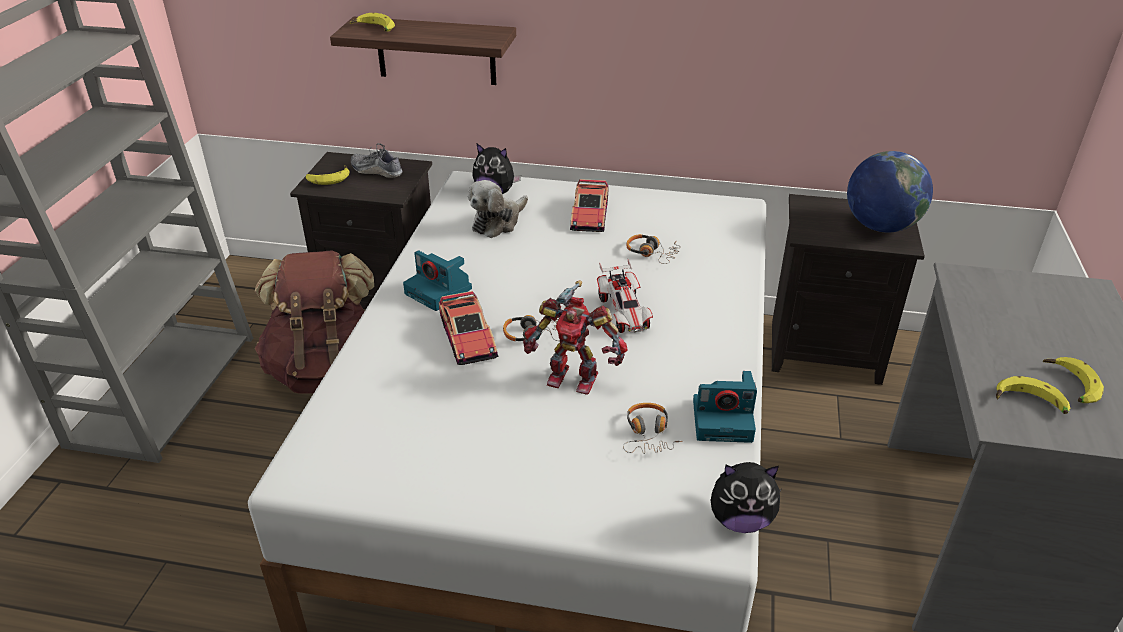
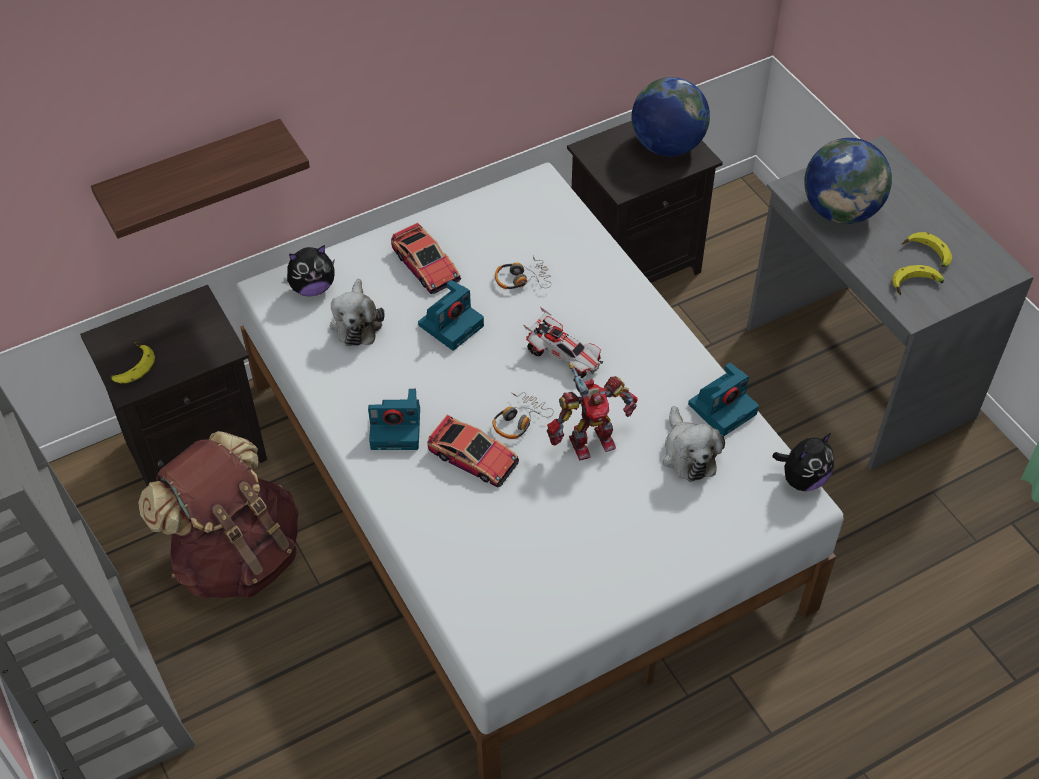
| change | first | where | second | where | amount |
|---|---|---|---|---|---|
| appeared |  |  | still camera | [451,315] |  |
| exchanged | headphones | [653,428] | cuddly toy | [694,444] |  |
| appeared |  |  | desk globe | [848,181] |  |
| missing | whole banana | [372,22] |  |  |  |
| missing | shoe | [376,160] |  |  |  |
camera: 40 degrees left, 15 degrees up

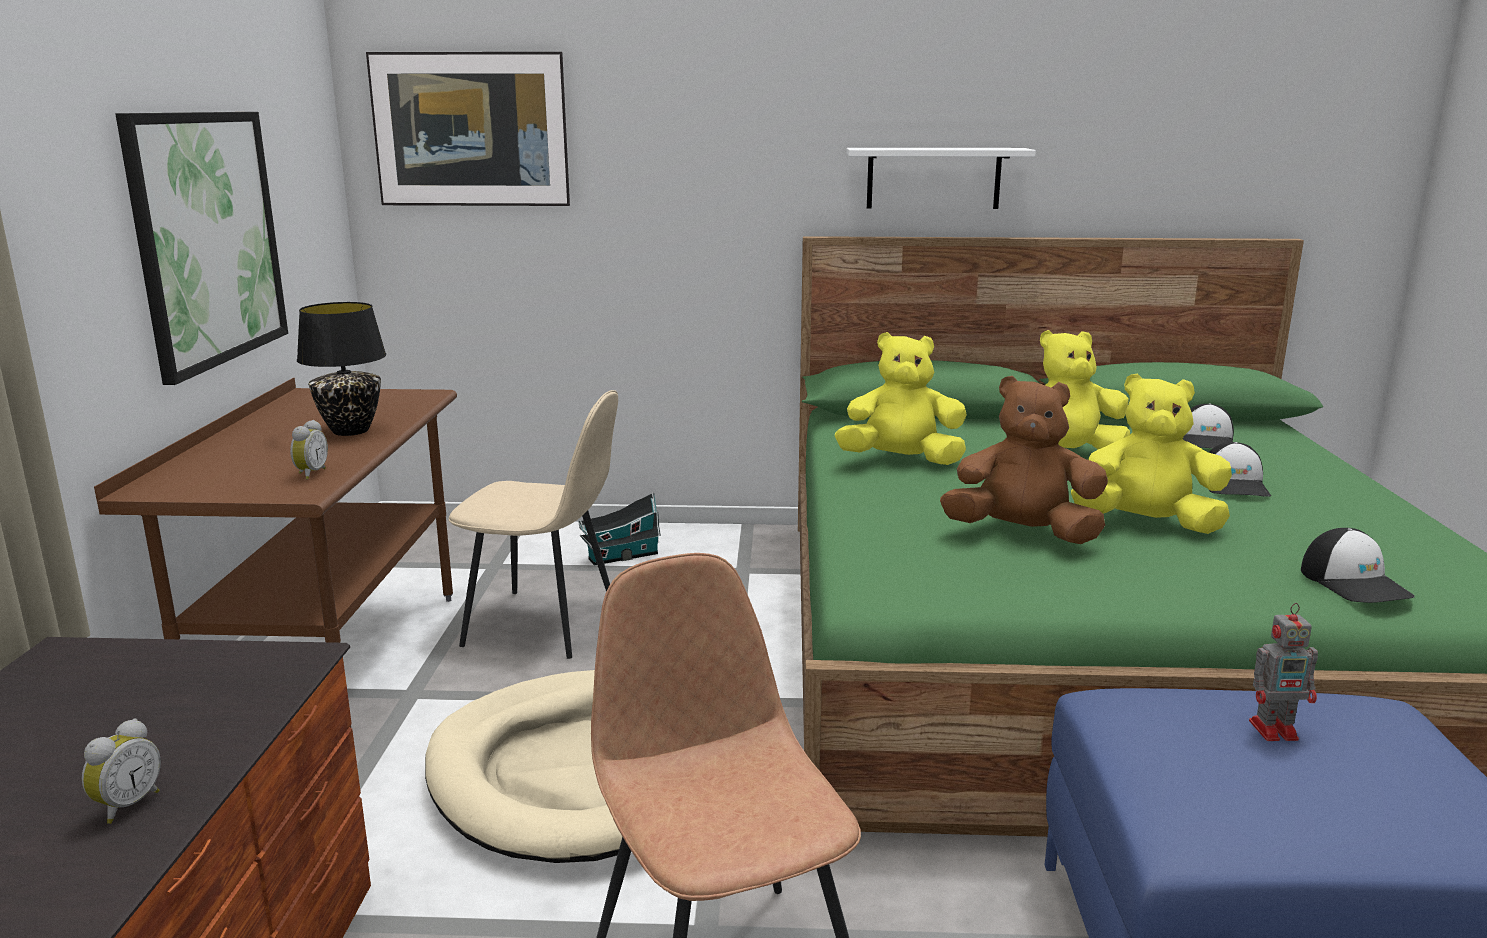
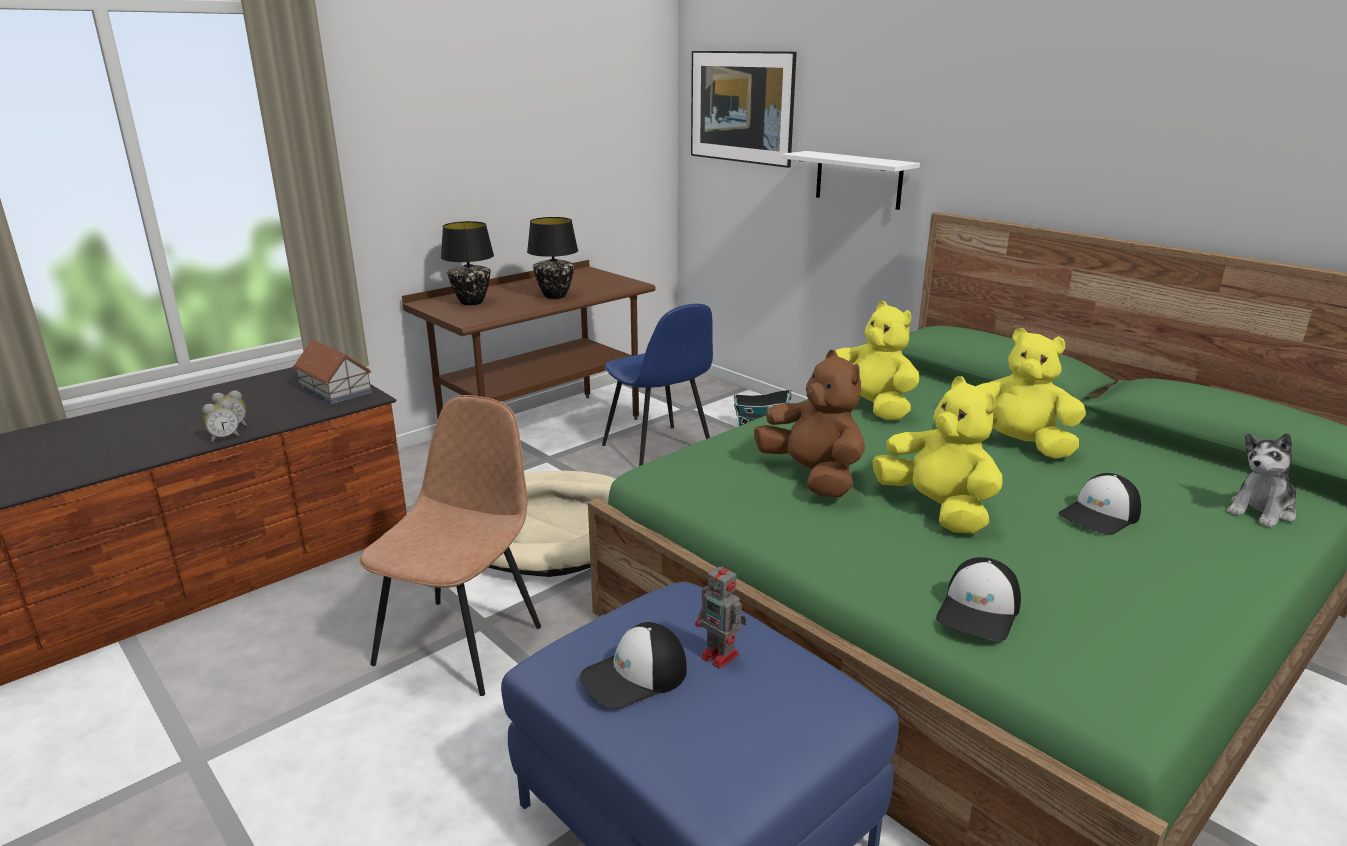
| change | first | where | second | where | amount |
|---|---|---|---|---|---|
| relocated | bedside clock | [309,449] |  | [221,421] |  |
| appeared |  |  | model house | [332,372] |  |
| appeared |  |  | table lamp (blackish) | [467,263] |  |
| relocated | baseball cap | [1208,426] |  | [633,665] |  |
| colour | plain chair (beige) | [533,524] | plain chair (blue-coloured) | [657,385] |  |
| relocated | wall shelf (white) | [941,178] |  | [850,180] |  |
| appeared |  |  | cuddly toy | [1261,480] |  |
| missing | wall art | [202,248] |  |  |  |
camera: 45 degrees right, 5 degrees up

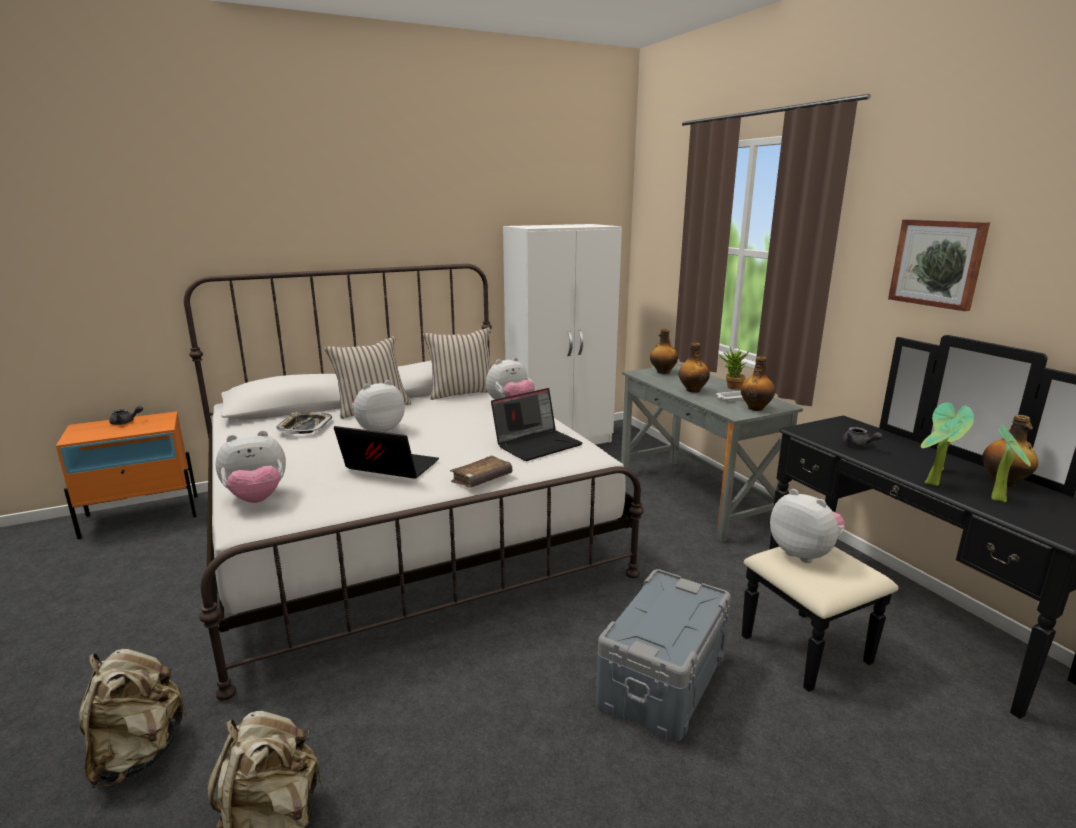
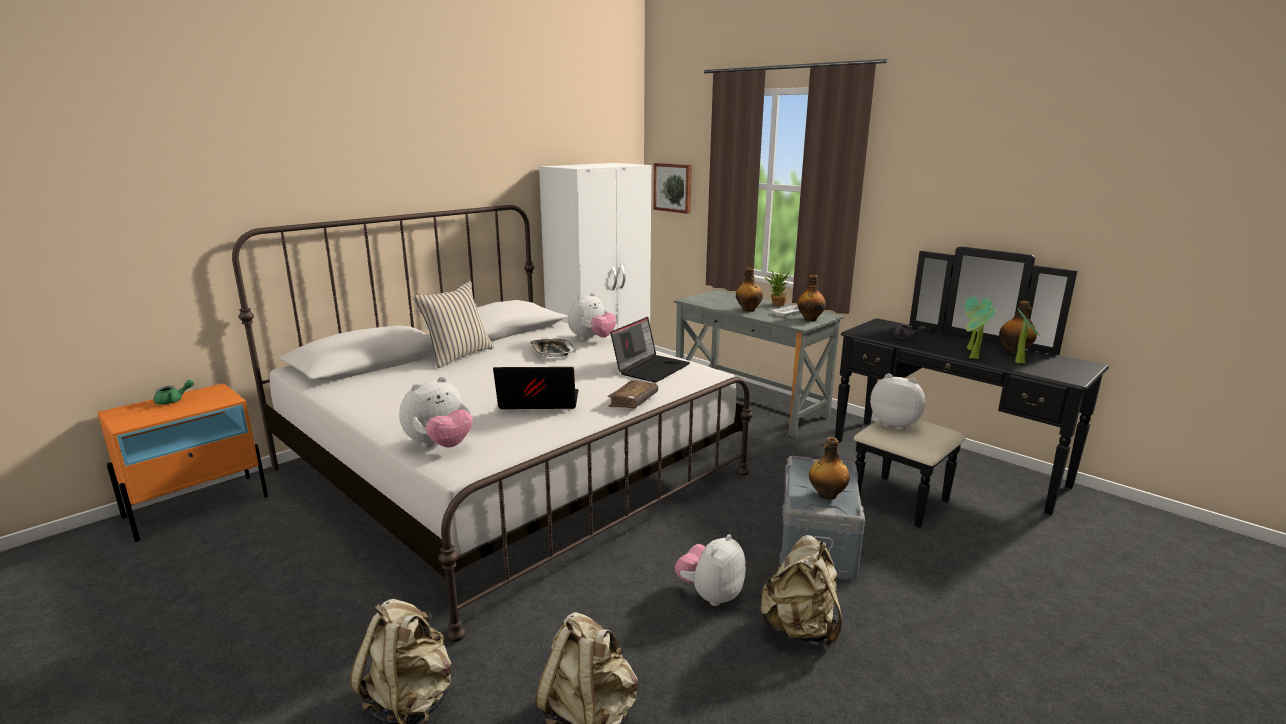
| change | first | where | second | where | amount |
|---|---|---|---|---|---|
| colour | pot for tea (grey) | [126,415] | pot for tea (green-coloured) | [174,392] |  |
| relocated | serving tray | [304,423] |  | [553,348] |  |
| relocated | wall art | [939,265] |  | [672,188] |  |
| relocated | cuddly toy | [378,406] |  | [710,570] |  |
| appeared |  |  | knapsack (beige) | [801,591] |  |
| relocated | bottle | [664,351] |  | [829,468] |  |
| missing | cushion (beige) | [457,364] |  |  |  |
camera: 20 degrees left, 0 degrees up

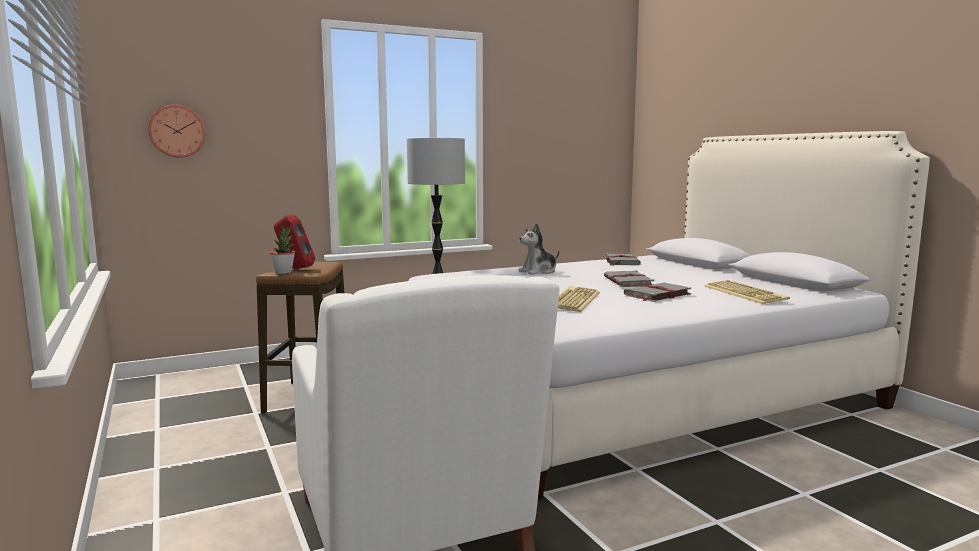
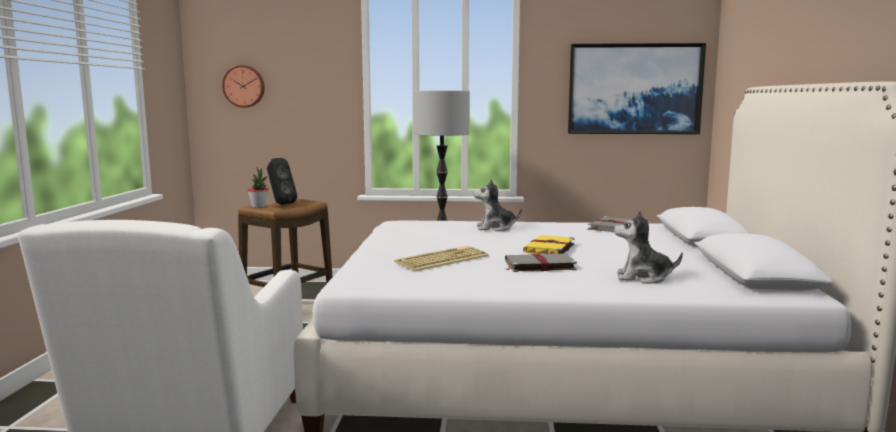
| change | first | where | second | where | amount |
|---|---|---|---|---|---|
| colour | audio speaker (reddish) | [294,241] | audio speaker (blackish) | [282,181] |  |
| colour | book (grey) | [629,279] | book (yellow) | [548,244] |  |
| appeared |  |  | wall art | [637,88] |  |
| exchanged | keyboard | [747,292] | cuddly toy | [648,247] |  |
camera: 30 degrees right, 0 degrees up

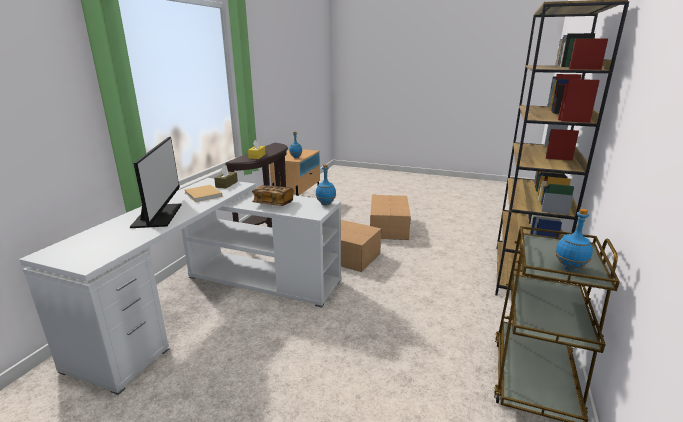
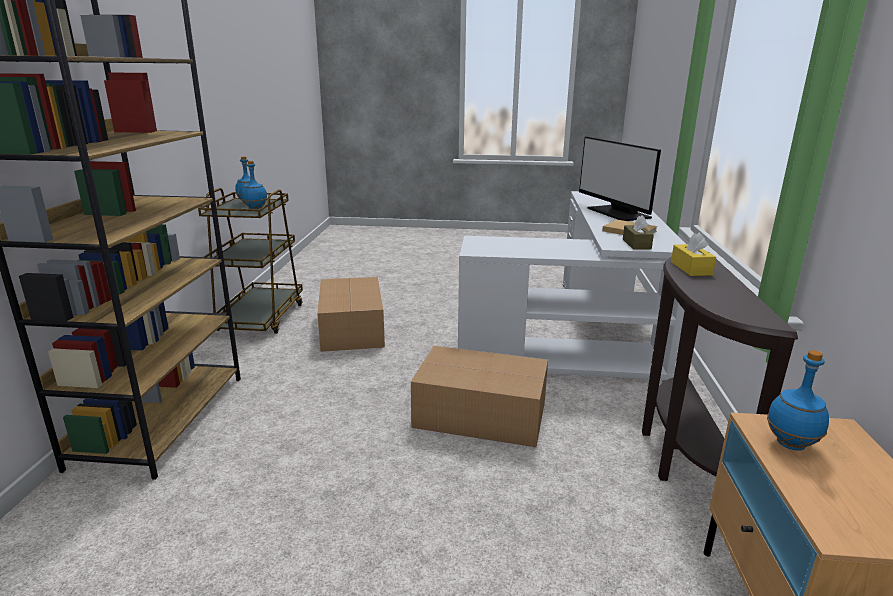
| change | first | where | second | where | amount |
|---|---|---|---|---|---|
| relocated | bottle (blue-coloured) | [326,185] |  | [255,185] |  |
| relocated | carton | [390,217] |  | [351,314] |  |
| missing | book | [273,195] |  |  |  |
camera: 165 degrees right, 0 degrees up

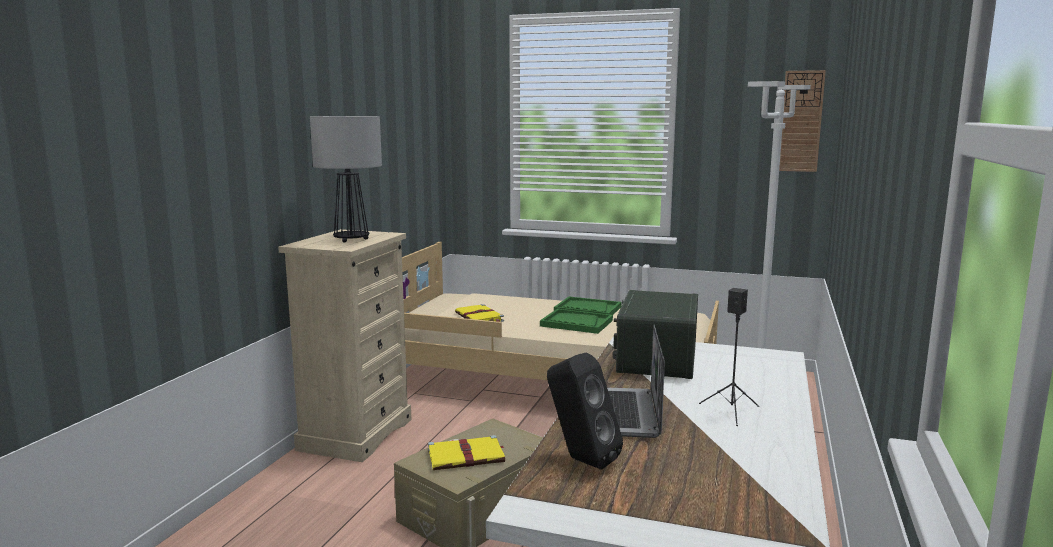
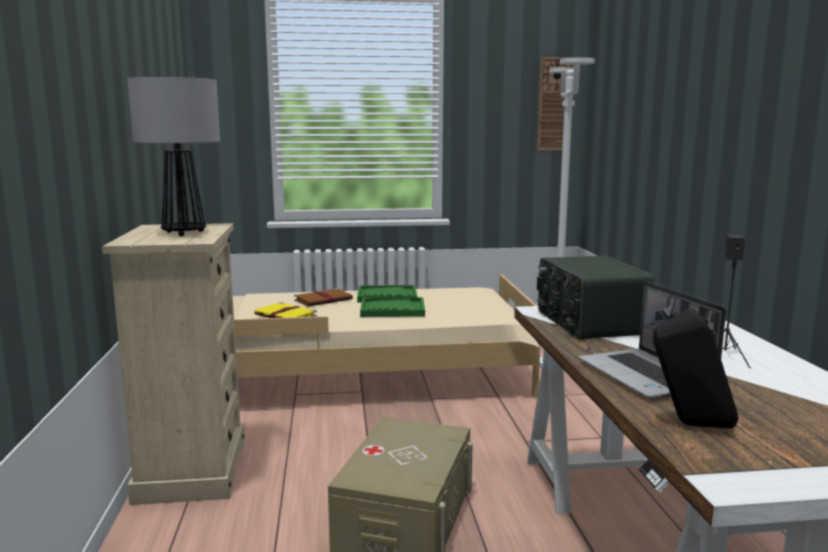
| change | first | where | second | where | amount |
|---|---|---|---|---|---|
| appeared |  |  | book (brown-coloured) | [323,297] |  |
| missing | book (yellow) | [466,452] |  |  |  |
camera: 25 degrees left, 0 degrees up

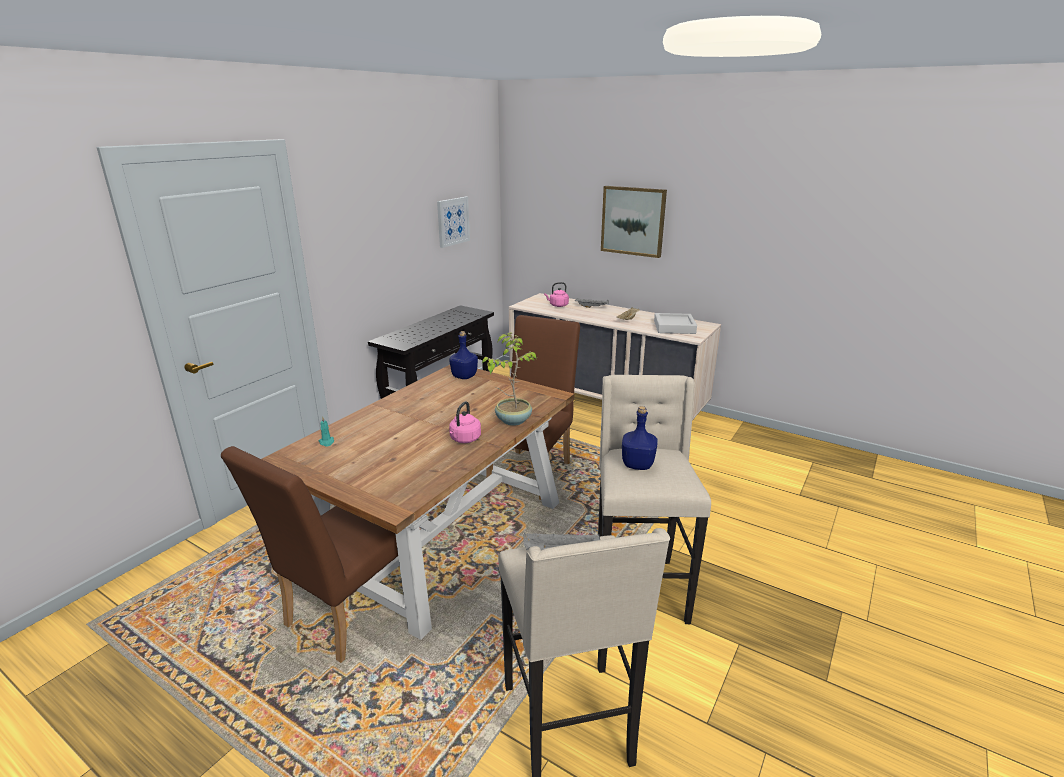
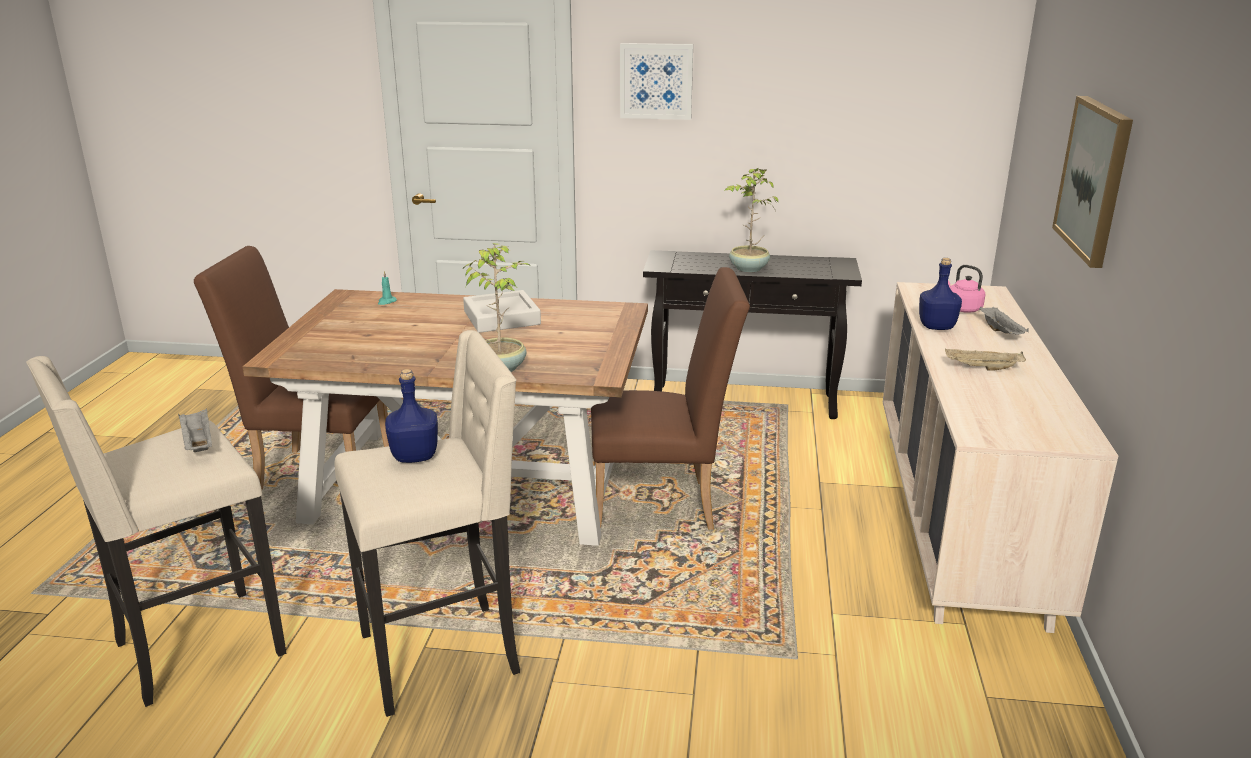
| change | first | where | second | where | amount |
|---|---|---|---|---|---|
| relocated | serving tray (grey) | [675,323] |  | [502,311] |  |
| relocated | wall art | [453,222] |  | [656,81] |  |
| appeared |  |  | potted plant | [751,220] |  |
| relocated | bottle (blue-coloured) | [463,355] |  | [940,294] |  |
| missing | water kettle (pinkish) | [465,422] |  |  |  |
camera: 65 degrees right, 0 degrees up

